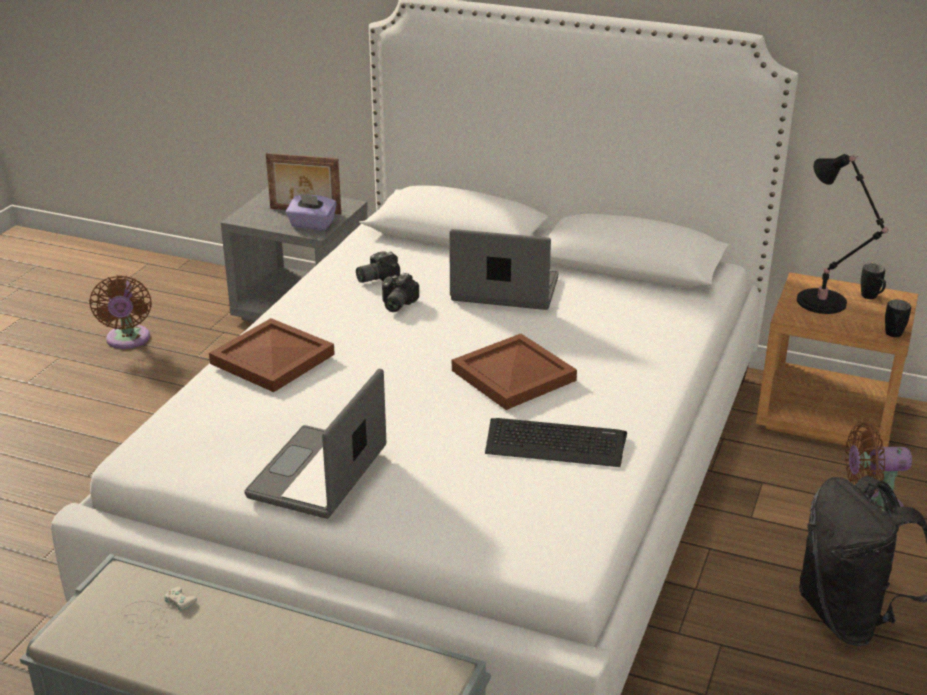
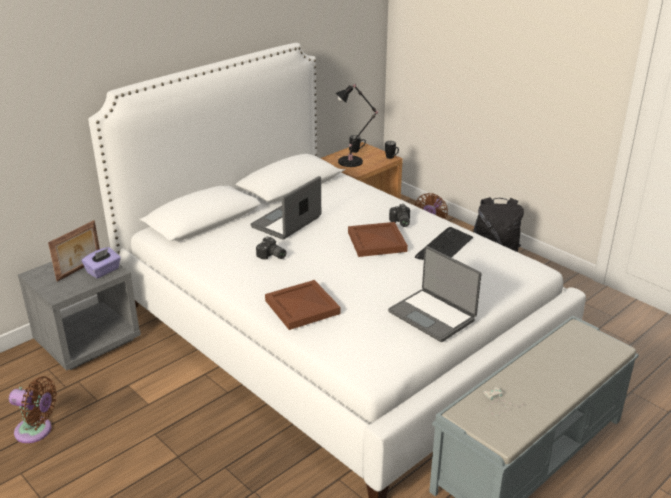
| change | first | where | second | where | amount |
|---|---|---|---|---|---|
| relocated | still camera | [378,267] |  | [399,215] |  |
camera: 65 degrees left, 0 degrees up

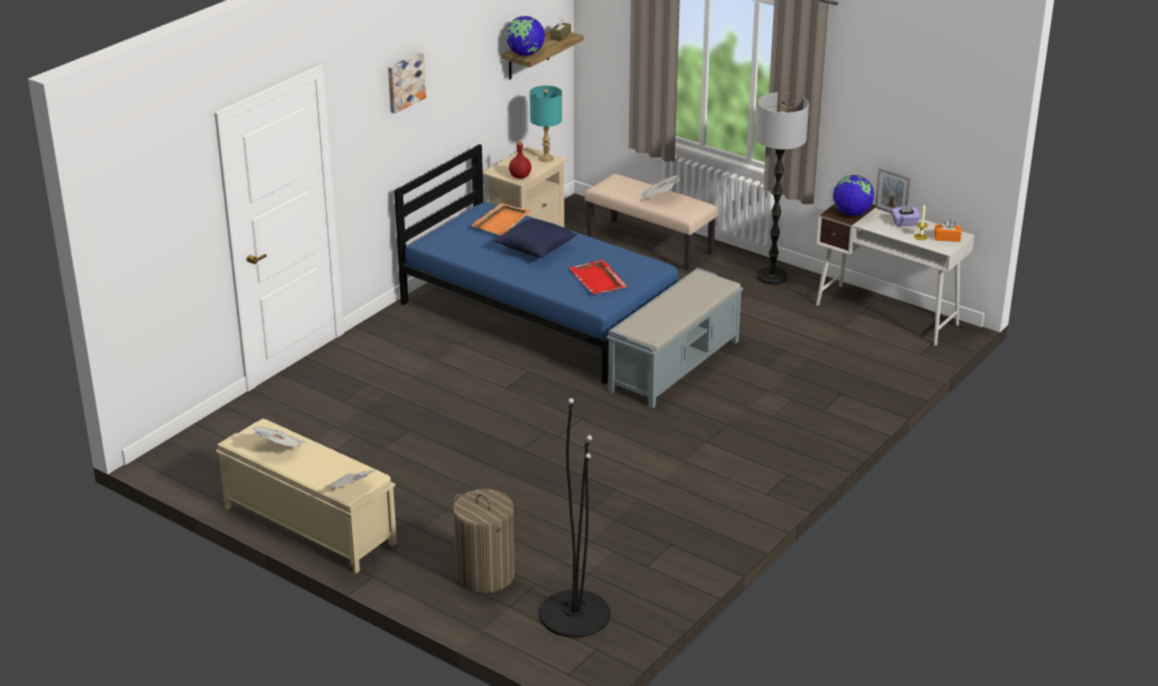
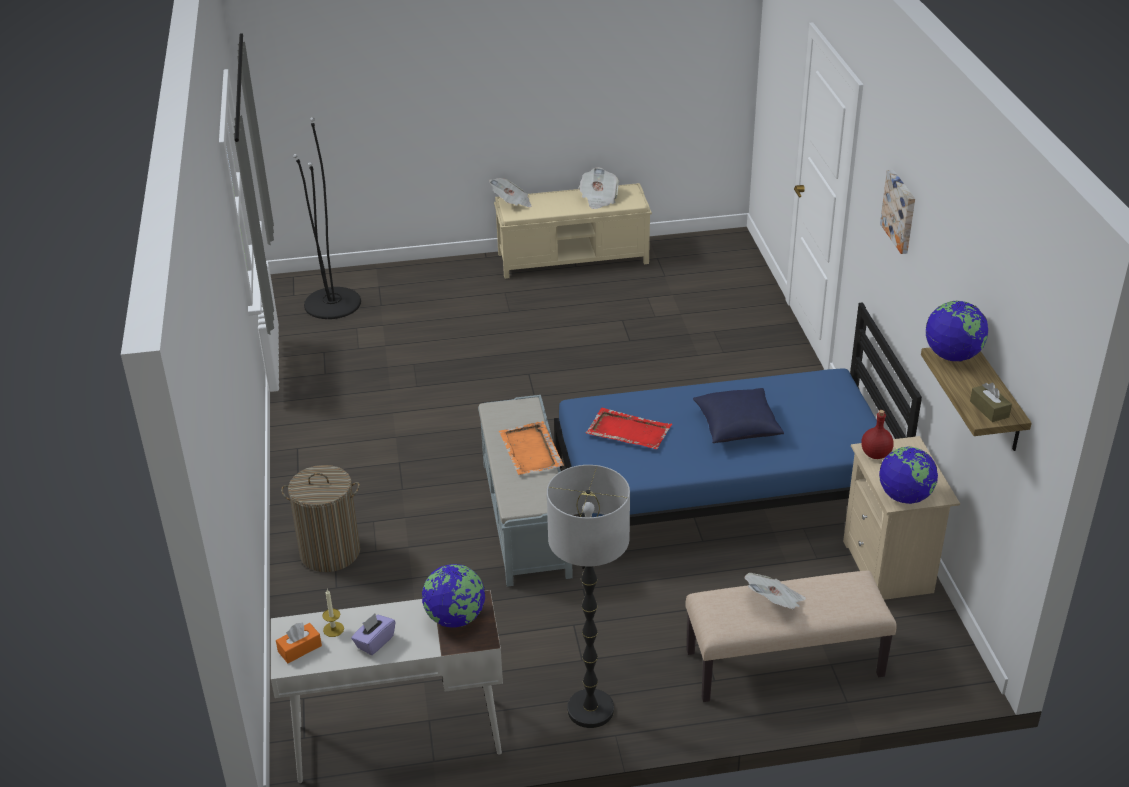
| change | first | where | second | where | amount |
|---|---|---|---|---|---|
| relocated | washing basket | [484,541] |  | [320,518] |  |
| relocated | serving tray (orangey) | [501,219] |  | [531,448] |  |
| exchanged | table lamp (blue-green) | [546,123] | desk globe | [908,475] |  |
| missing | picture frame | [892,190] |  |  |  |
camera: 135 degrees right, 5 degrees up

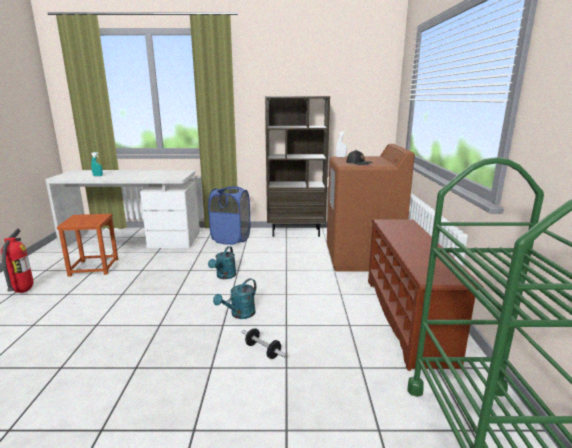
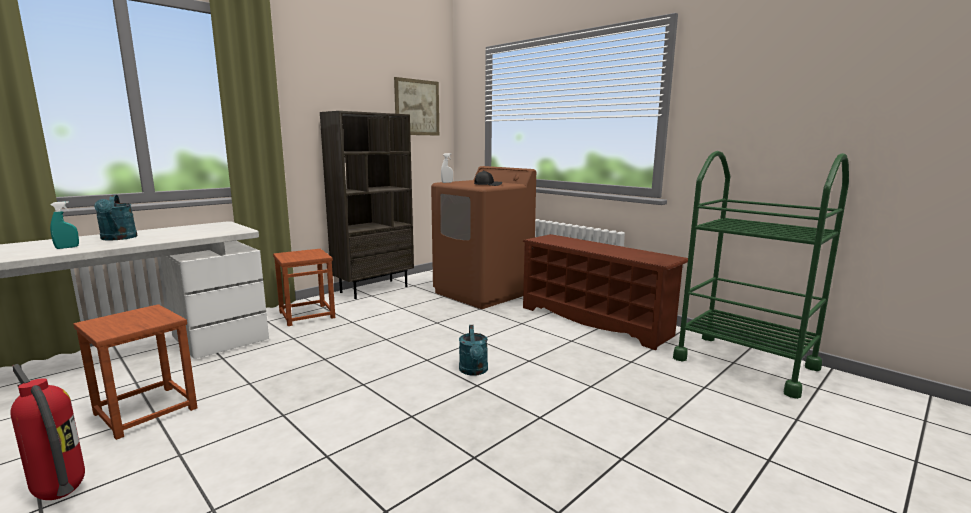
| change | first | where | second | where | amount |
|---|---|---|---|---|---|
| relocated | watering pot (blue-green) | [222,262] |  | [116,217] |  |
| exchanged | washing basket (blue-coloured) | [229,215] | sitting stool (brown-coloured) | [304,287] |  |
| appeared |  |  | wall art | [416,106] |  |
| missing | dumbbell | [264,343] |  |  |  |
camera: 45 degrees left, 5 degrees down

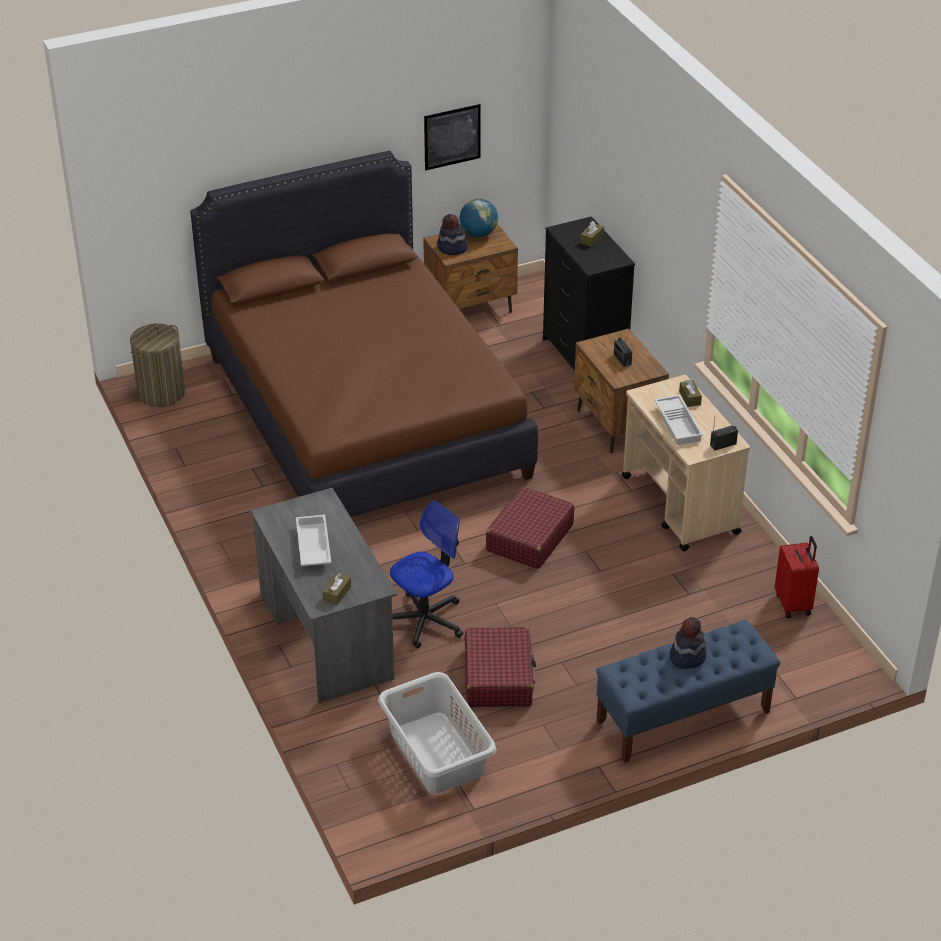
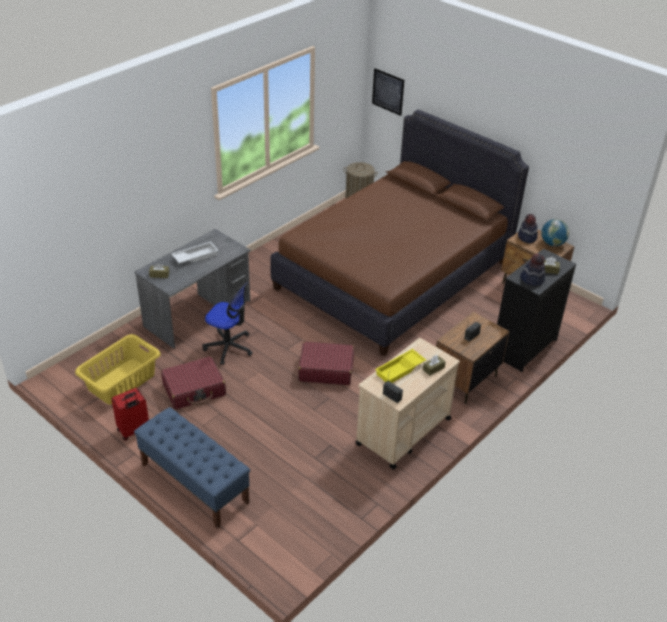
| change | first | where | second | where | amount |
|---|---|---|---|---|---|
| colour | washing basket (grey) | [437,733] | washing basket (yellow) | [118,369] |  |
| relocated | suitcase (reddish) | [797,577] |  | [130,414] |  |
| relocated | wall art | [452,137] |  | [388,92] |  |
| colour | serving tray (white) | [678,420] | serving tray (yellow) | [400,366] |  |
| relocated | wearable hat | [688,643] |  | [532,270] |  |
camera: 65 degrees right, 0 degrees up

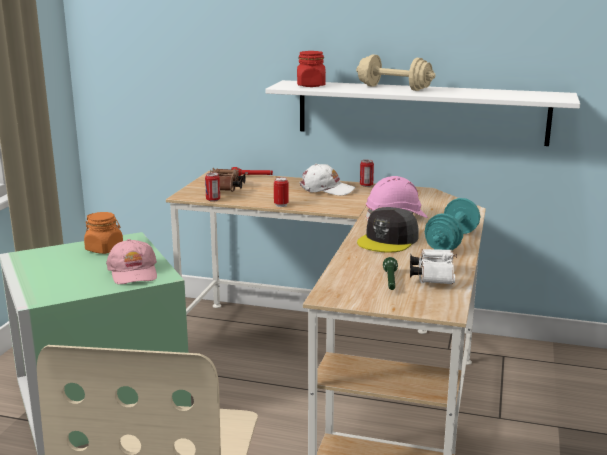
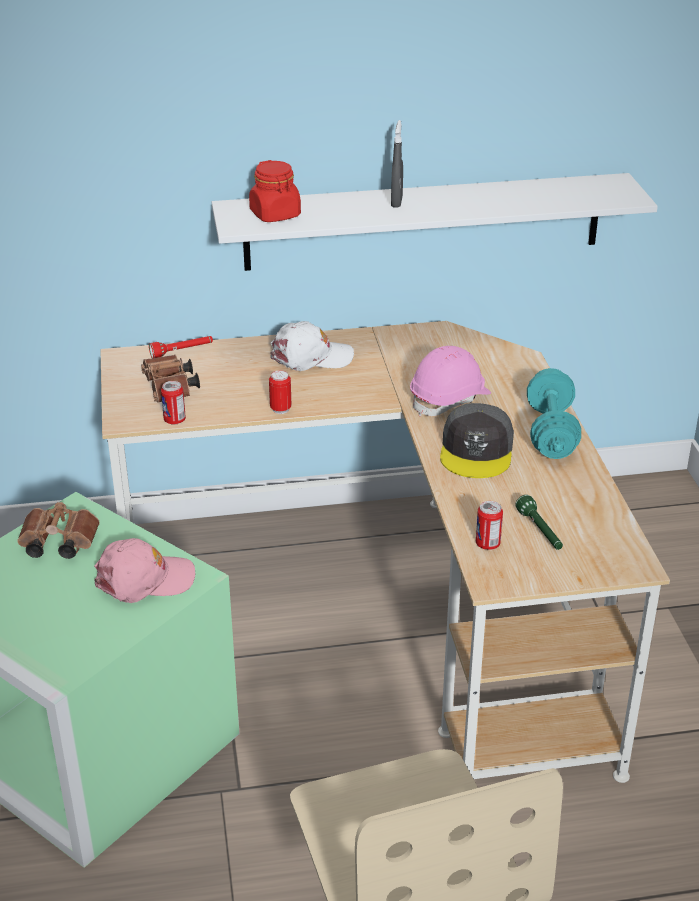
| change | first | where | second | where | amount |
|---|---|---|---|---|---|
| exchanged | preserve jar (orangey) | [103,233] | binoculars (brown-coloured) | [59,530] |  |
| spun | baseball cap (pinkish) | [131,262] |  | [144,570] | 60 degrees counterclockwise |
| exchanged | dumbbell (beige) | [396,72] | spray bottle (grey) | [397,164] |  |
| relocated | metal can | [367,173] |  | [489,525] |  |
| missing | binoculars (white) | [433,267] |  |  |  |
camera: 25 degrees left, 15 degrees up

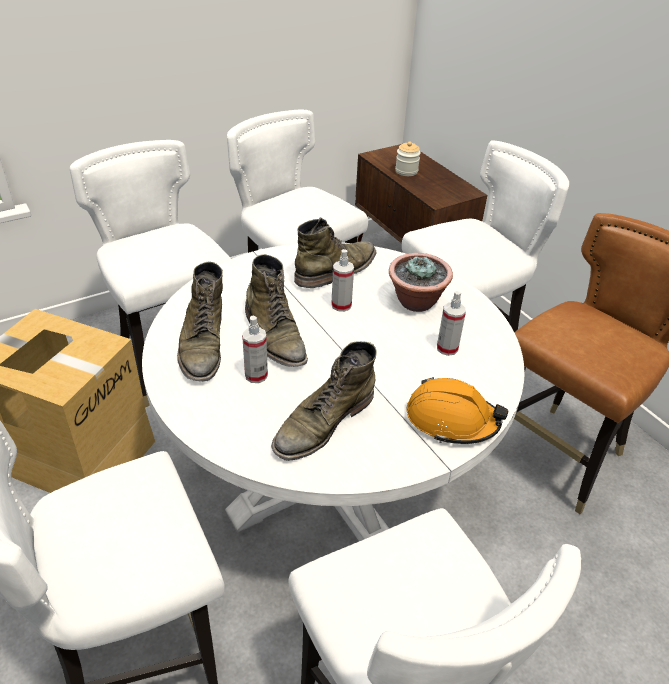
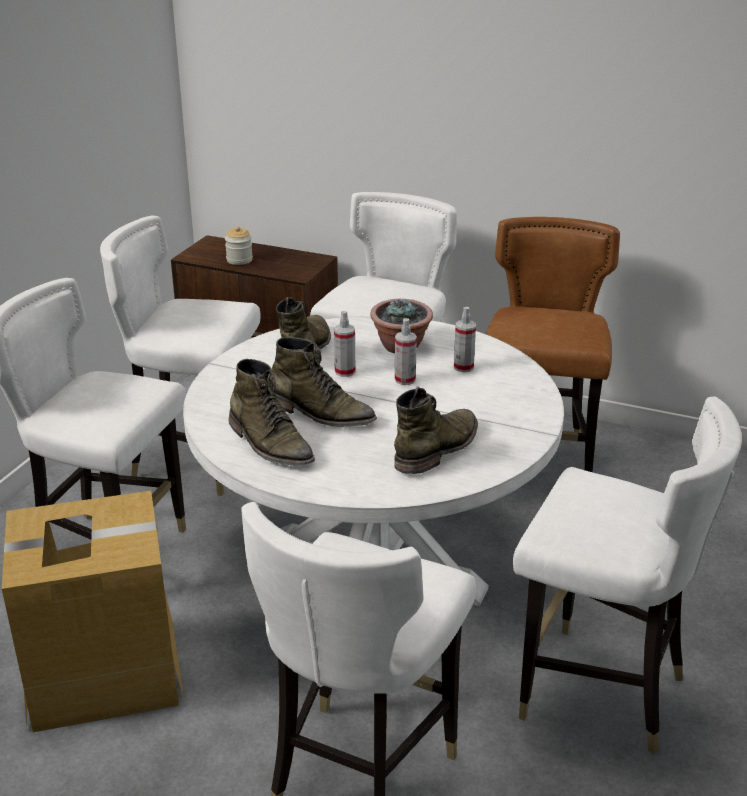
| change | first | where | second | where | amount |
|---|---|---|---|---|---|
| spun | boot (green-coloured) | [324,401] |  | [436,430] | 150 degrees counterclockwise |
| relocated | spray bottle | [255,349] |  | [406,351] |  |
| missing | work helmet (orangey) | [457,410] |  |  |  |
camera: 35 degrees left, 10 degrees down

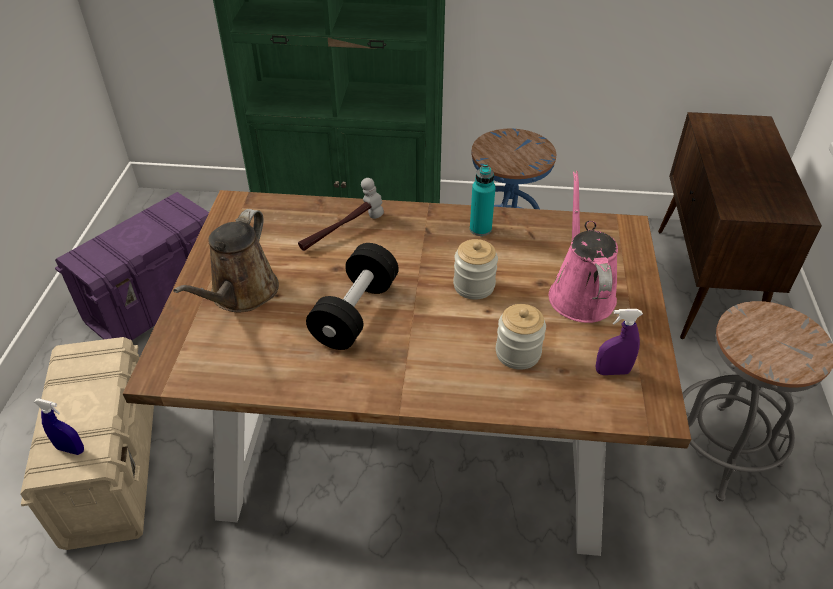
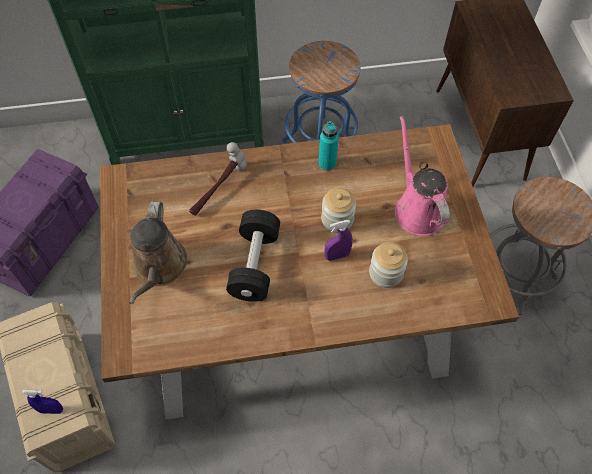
| change | first | where | second | where | amount |
|---|---|---|---|---|---|
| relocated | spray bottle (purple) | [619,342] |  | [338,240] |  |
camera: 15 degrees left, 15 degrees up

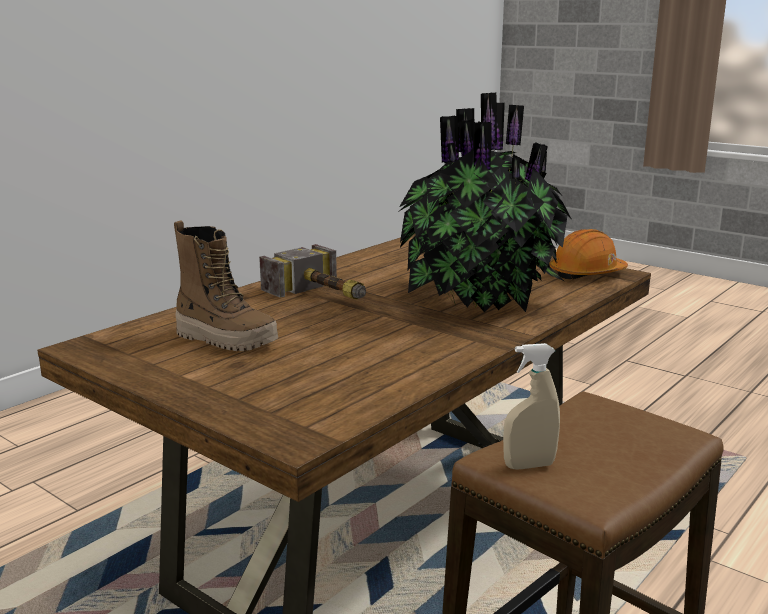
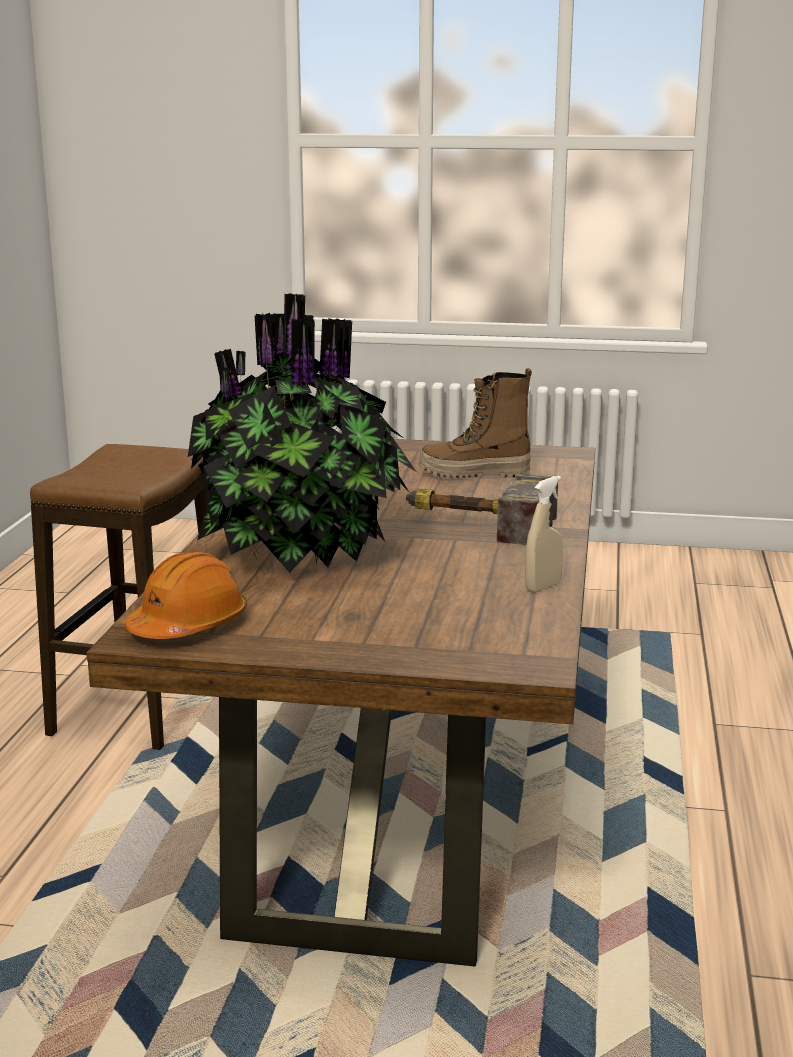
| change | first | where | second | where | amount |
|---|---|---|---|---|---|
| relocated | spray bottle (beige) | [531,406] |  | [544,534] |  |
camera: 150 degrees right, 0 degrees up

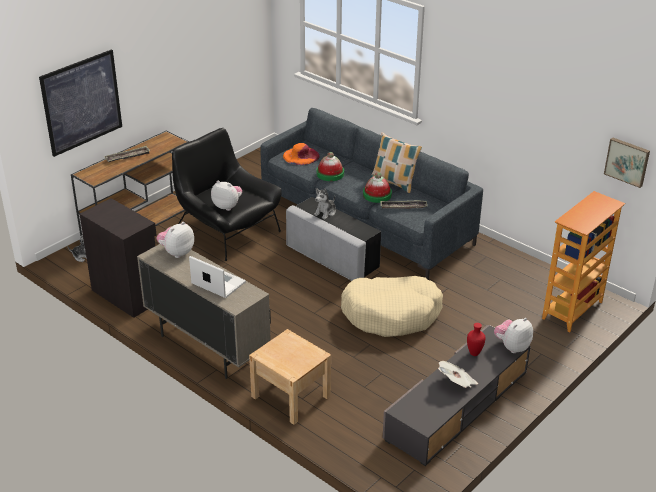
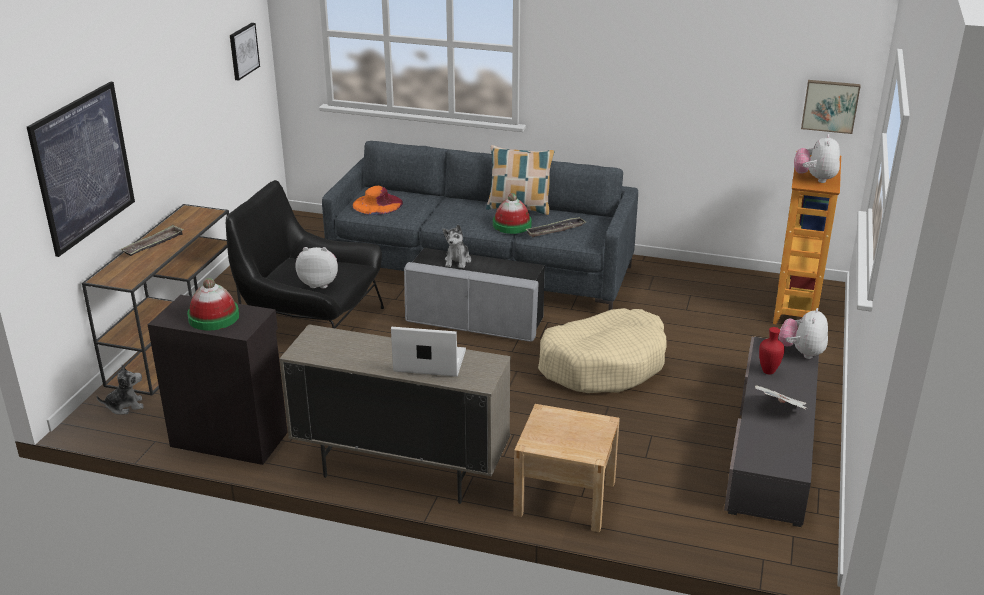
| change | first | where | second | where | amount |
|---|---|---|---|---|---|
| relocated | wearable hat | [330,166] |  | [213,304] |  |
| appeared |  |  | wall art | [245,52] |  |
| relocated | cuddly toy | [175,240] |  | [817,158] |  |
camera: 25 degrees left, 5 degrees down

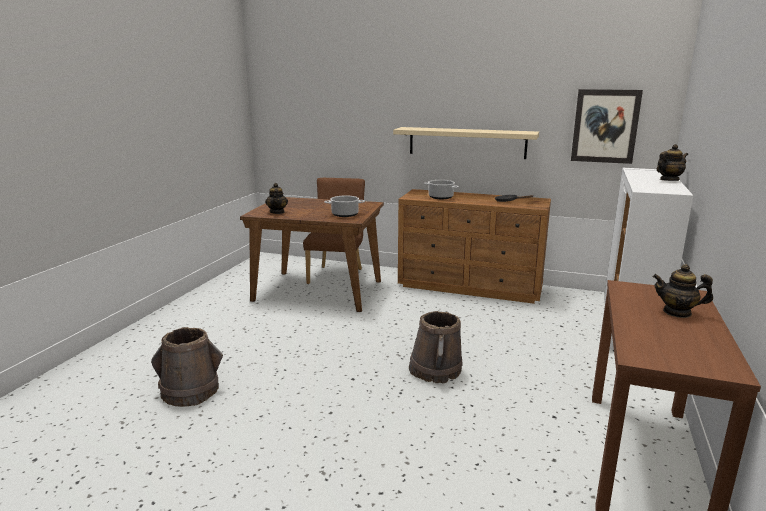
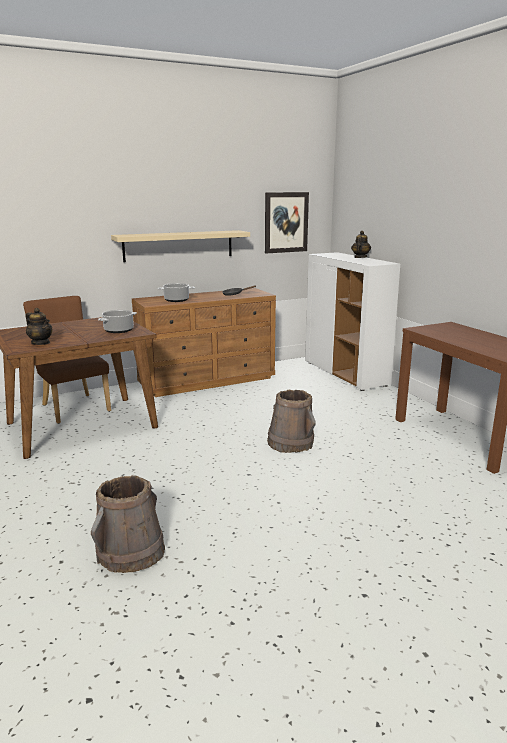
| change | first | where | second | where | amount |
|---|---|---|---|---|---|
| missing | pot for tea | [683,291] |  |  |  |
camera: 45 degrees left, 0 degrees up

